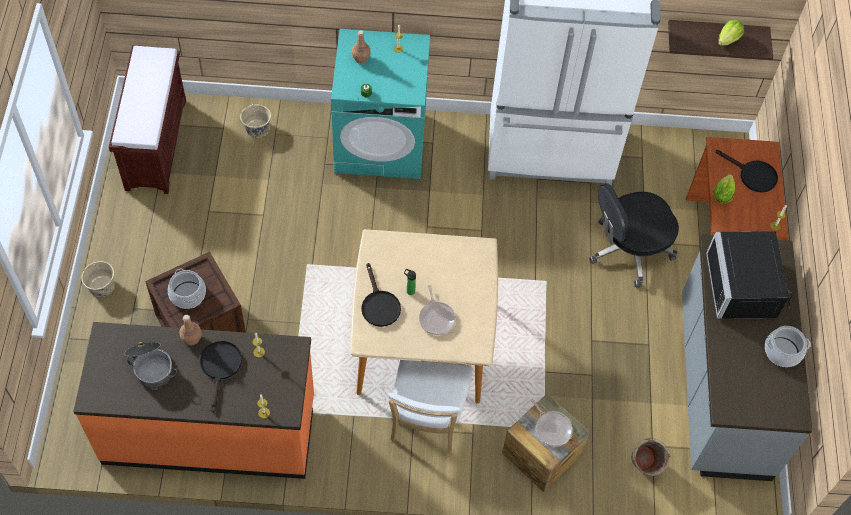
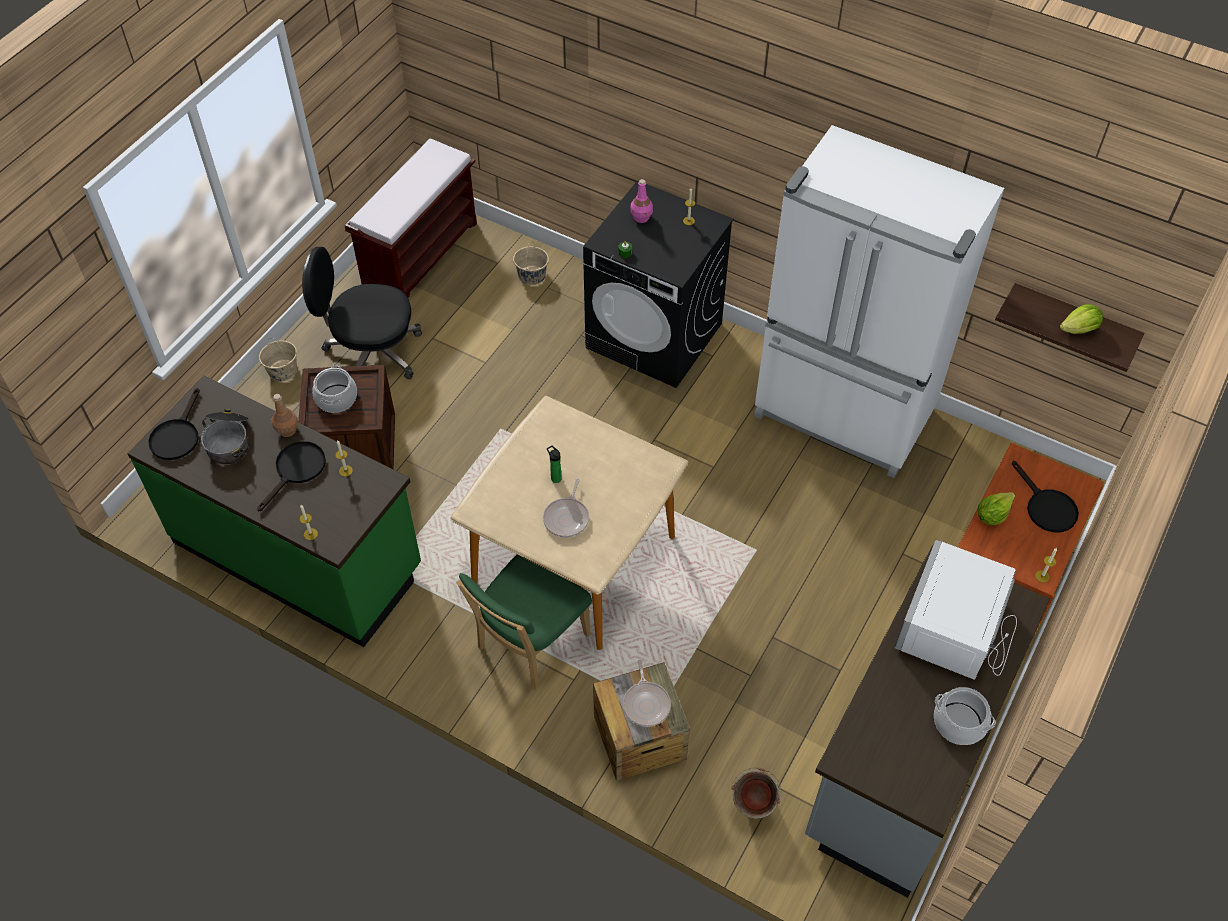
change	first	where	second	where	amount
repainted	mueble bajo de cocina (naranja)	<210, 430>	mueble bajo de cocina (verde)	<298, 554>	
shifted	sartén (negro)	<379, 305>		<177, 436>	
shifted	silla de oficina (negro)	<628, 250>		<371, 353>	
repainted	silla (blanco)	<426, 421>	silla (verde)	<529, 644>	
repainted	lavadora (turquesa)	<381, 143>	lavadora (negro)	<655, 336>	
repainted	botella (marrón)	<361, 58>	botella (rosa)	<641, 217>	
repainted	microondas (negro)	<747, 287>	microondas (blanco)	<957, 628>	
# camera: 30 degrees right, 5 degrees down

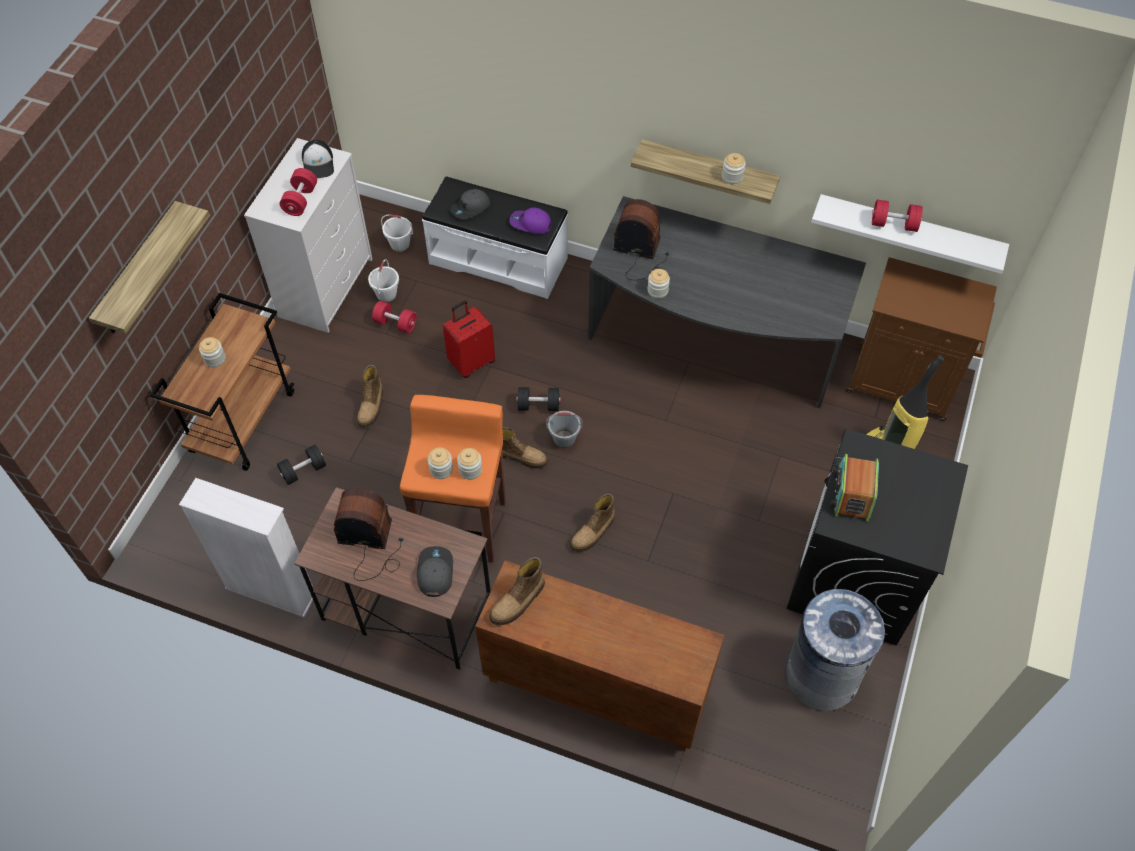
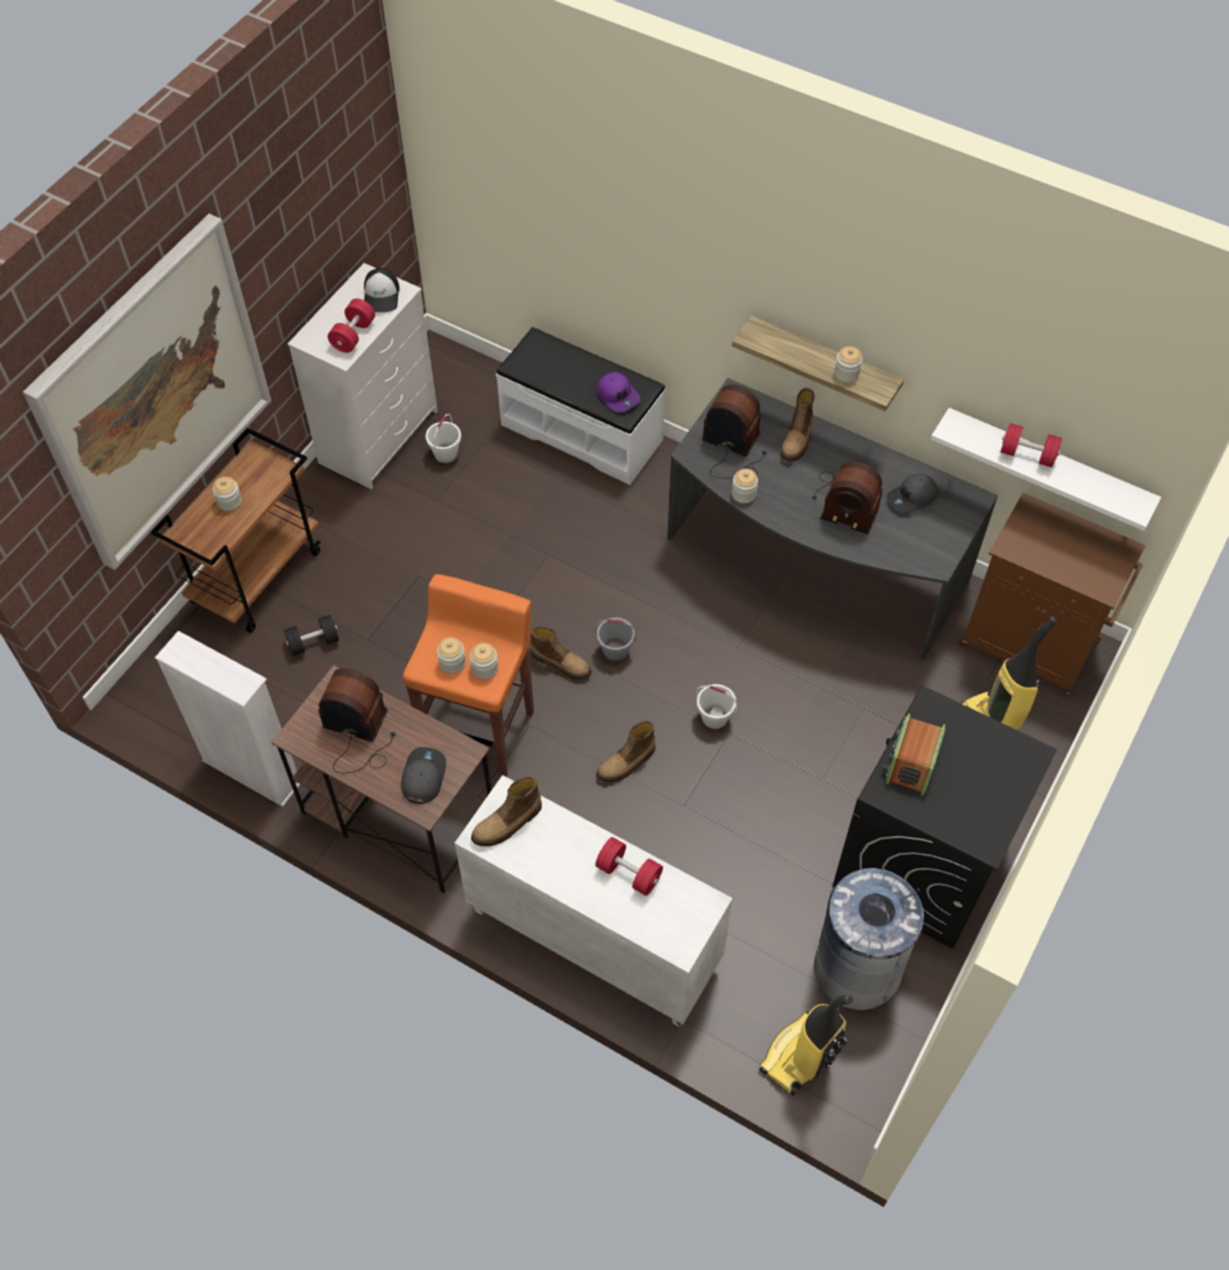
change	first	where	second	where	amount
swapped	estante	<139, 271>	cuadro	<154, 394>	
repainted	armario (marrón)	<594, 688>	armario (blanco)	<591, 939>	
shifted	mancuerna (rojo)	<395, 323>		<629, 873>	
rotated	gorra (morado)	<530, 224>		<618, 396>	150 degrees counterclockwise
shifted	cubo (blanco)	<400, 244>		<715, 717>	
new			aspiradora	<800, 1057>	
shifted	bota	<371, 407>		<797, 440>	
new			radio	<845, 502>	
shifted	gorra (gris)	<470, 208>		<912, 498>	
gone	maleta (rojo)	<471, 362>			
gone	mancuerna (negro)	<538, 405>			
# camera: 10 degrees right, 0 degrees up

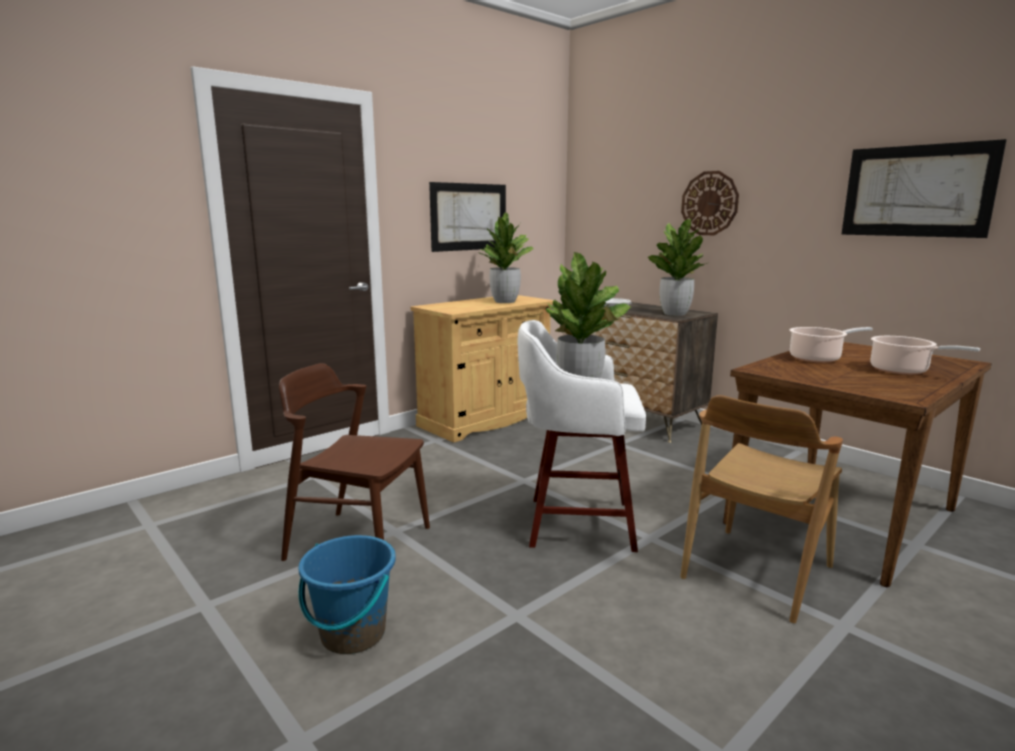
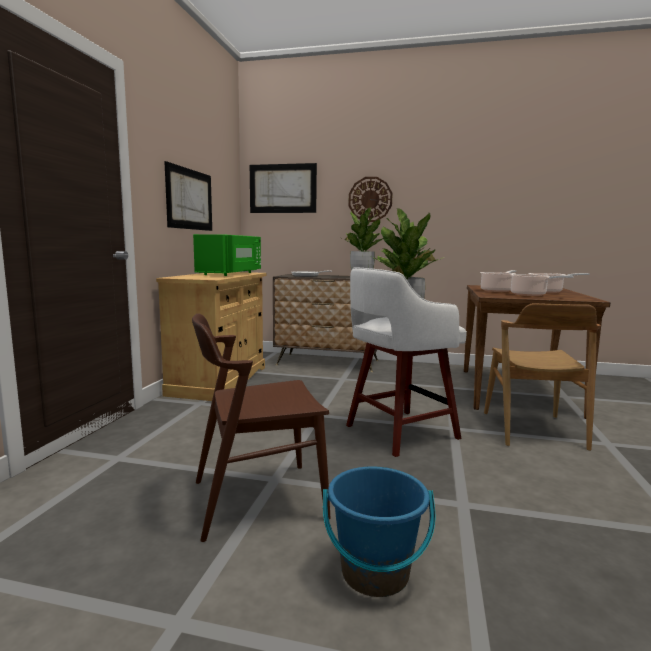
change	first	where	second	where	amount
swapped	planta en maceta	<505, 302>	microondas (verde)	<231, 274>	
shifted	cuadro	<916, 191>		<282, 188>	
new			olla	<530, 295>	
# camera: 35 degrees left, 5 degrees down

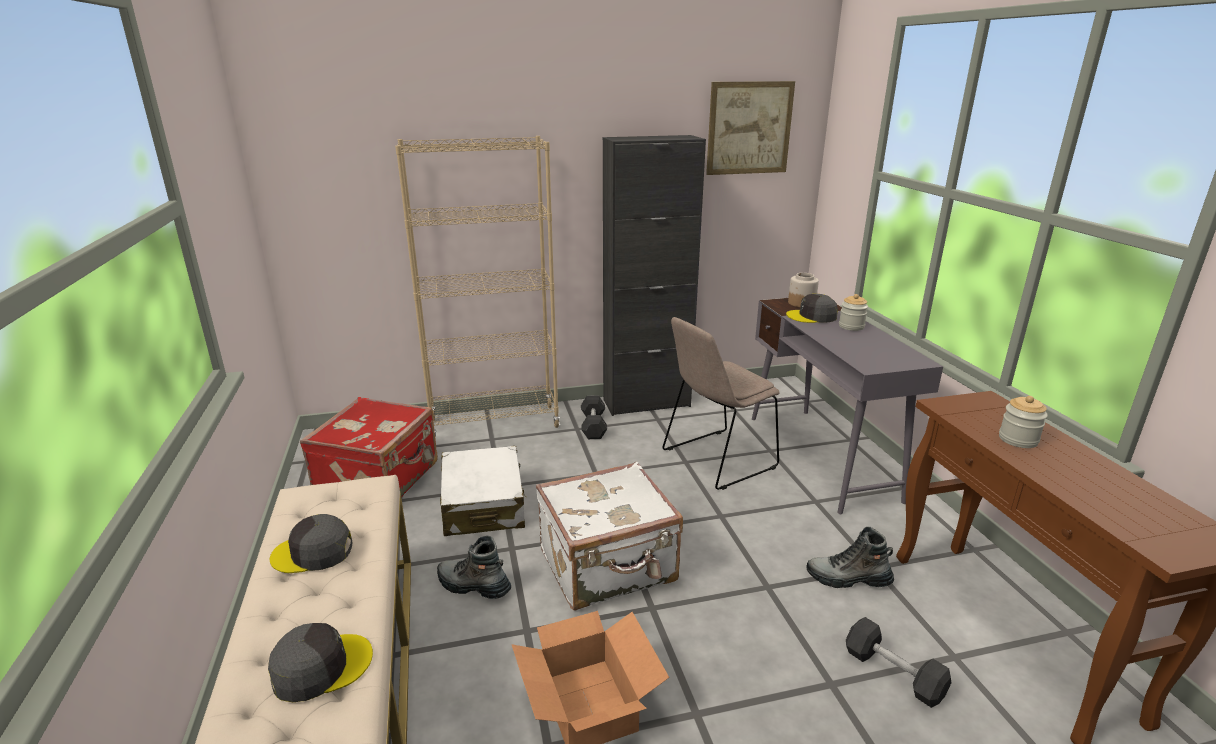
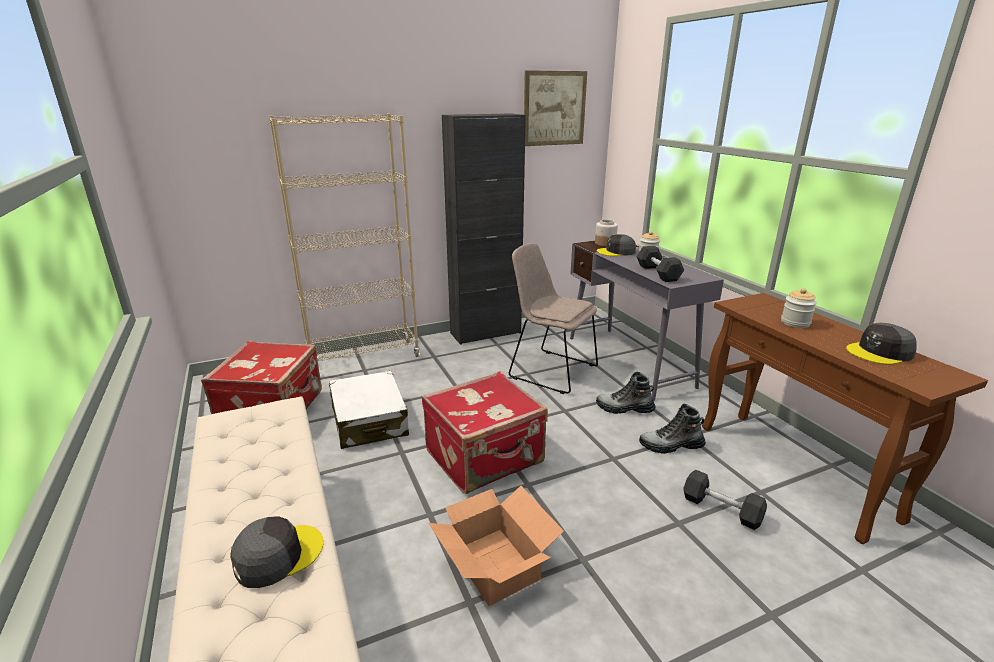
change	first	where	second	where	amount
repainted	maleta (blanco)	<608, 567>	maleta (rojo)	<485, 458>	
rotated	silla (beis)	<716, 460>		<550, 370>	75 degrees clockwise
shifted	bota	<473, 586>		<624, 409>	
shifted	mancuerna (gris)	<593, 426>		<658, 273>	
shifted	gorra (gris)	<313, 552>		<880, 352>	
# camera: 10 degrees left, 0 degrees up

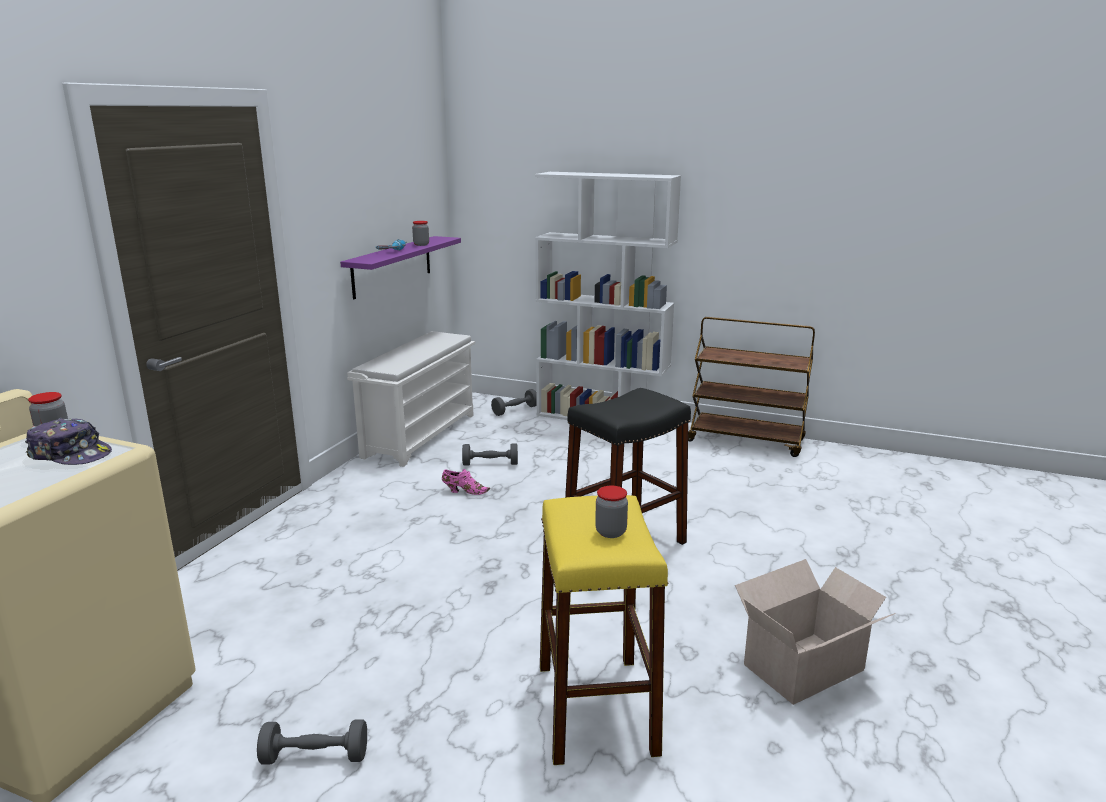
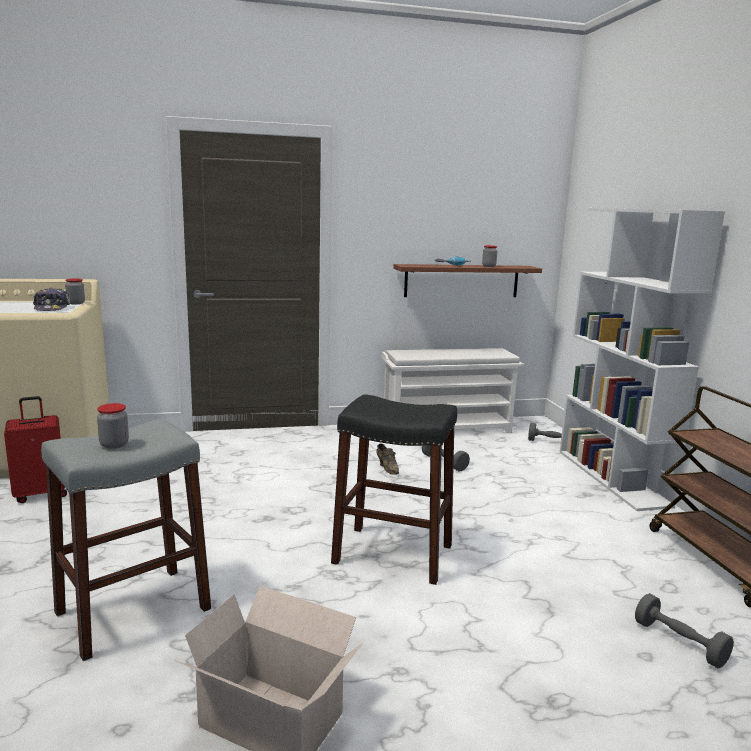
change	first	where	second	where	amount
new			maleta (rojo)	<41, 494>	
repainted	taburete (amarillo)	<596, 708>	taburete (gris)	<134, 610>	
repainted	zapato (rosa)	<464, 491>	zapato (marrón)	<387, 468>	
repainted	estante (morado)	<392, 266>	estante (marrón)	<462, 281>	
shifted	mancuerna (gris)	<315, 757>		<679, 643>	
# camera: 55 degrees right, 5 degrees down

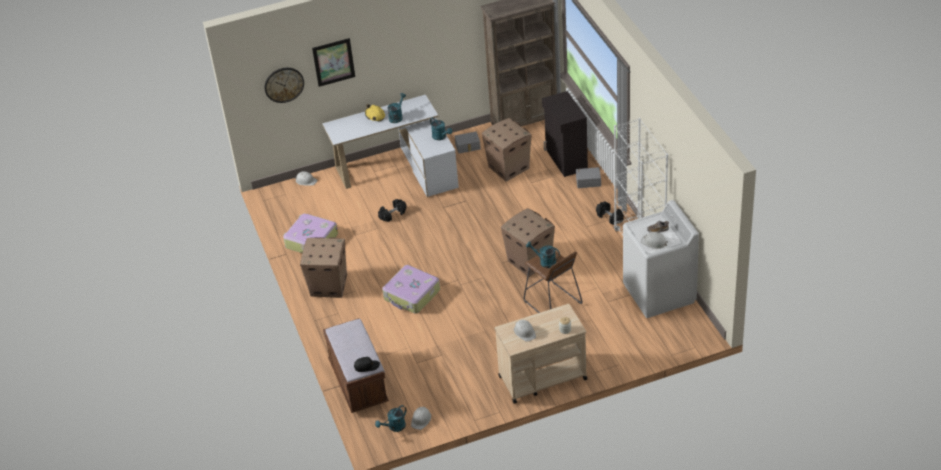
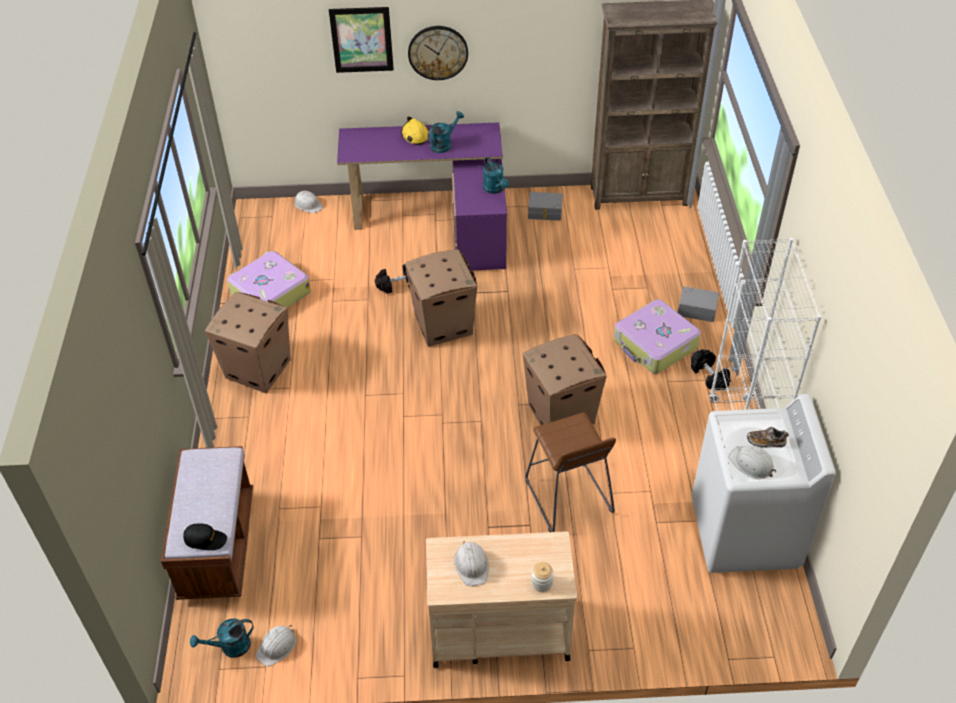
change	first	where	second	where	amount
repainted	escritorio (blanco)	<400, 168>	escritorio (morado)	<439, 220>	
shifted	caja de cartón	<508, 167>		<443, 324>	
shifted	reloj de pared	<284, 84>		<438, 52>	
shifted	maleta	<412, 295>		<655, 345>	
gone	regadera (turquesa)	<545, 262>			
gone	armario (negro)	<565, 160>			
# camera: 15 degrees right, 5 degrees up

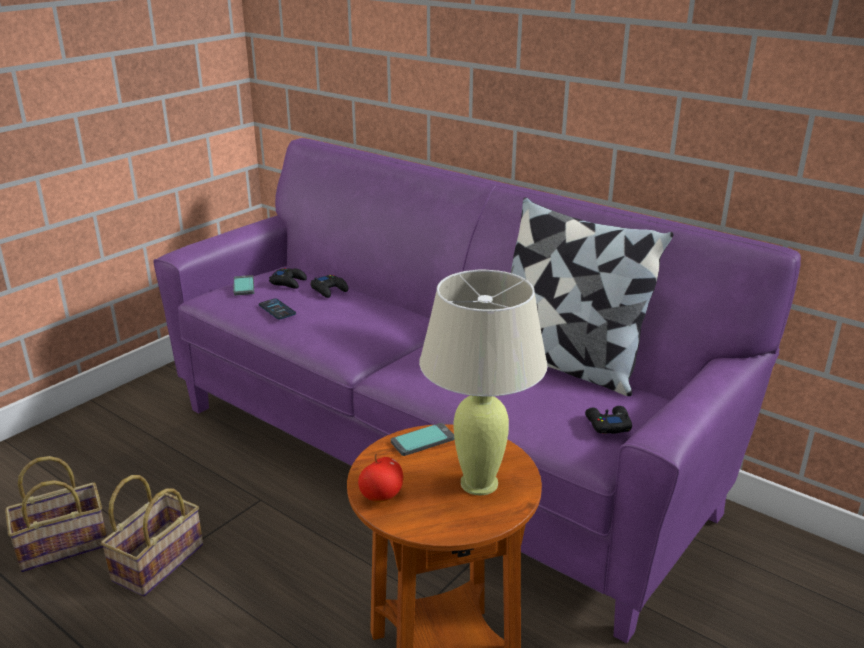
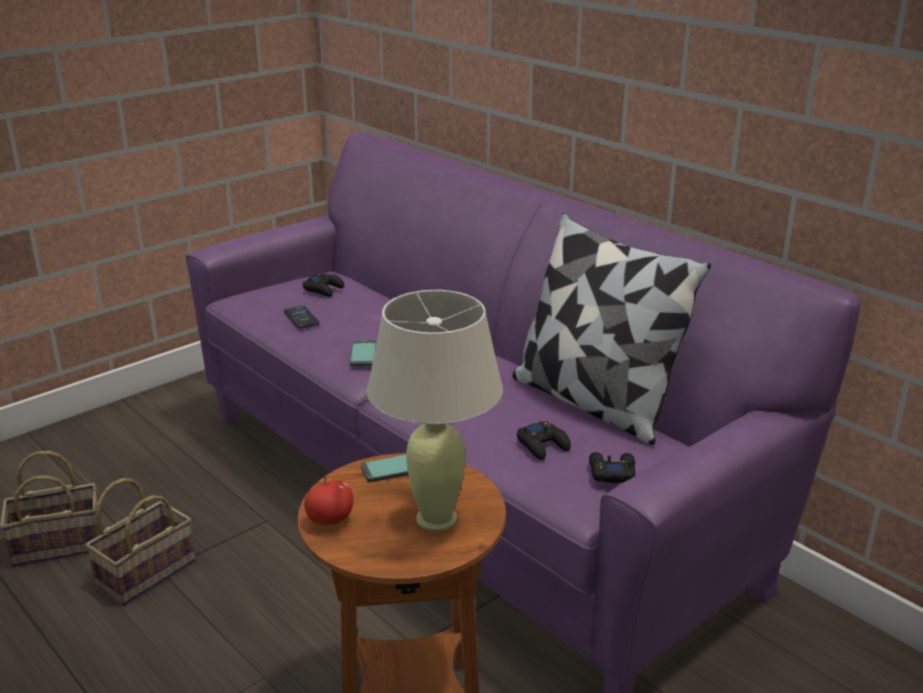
change	first	where	second	where	amount
shifted	móvil	<243, 286>		<363, 354>	
shifted	mando de consola (negro)	<329, 290>		<543, 445>	
# camera: 10 degrees right, 0 degrees up

